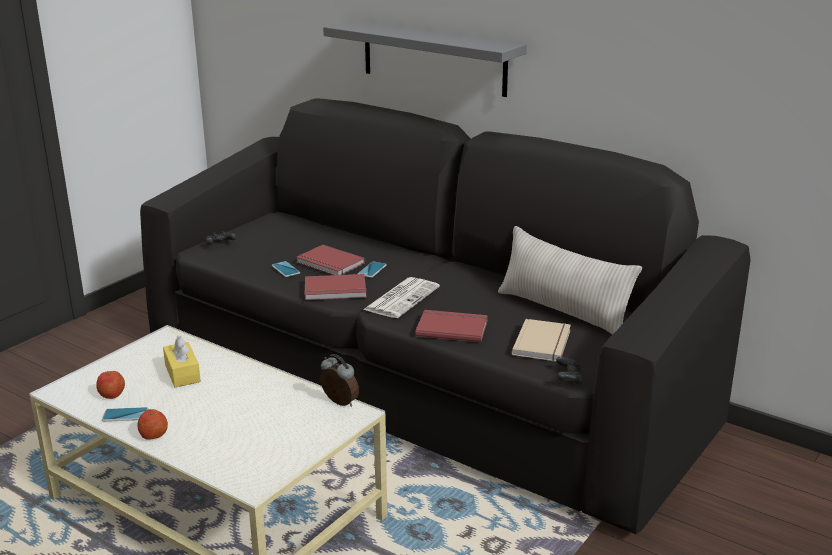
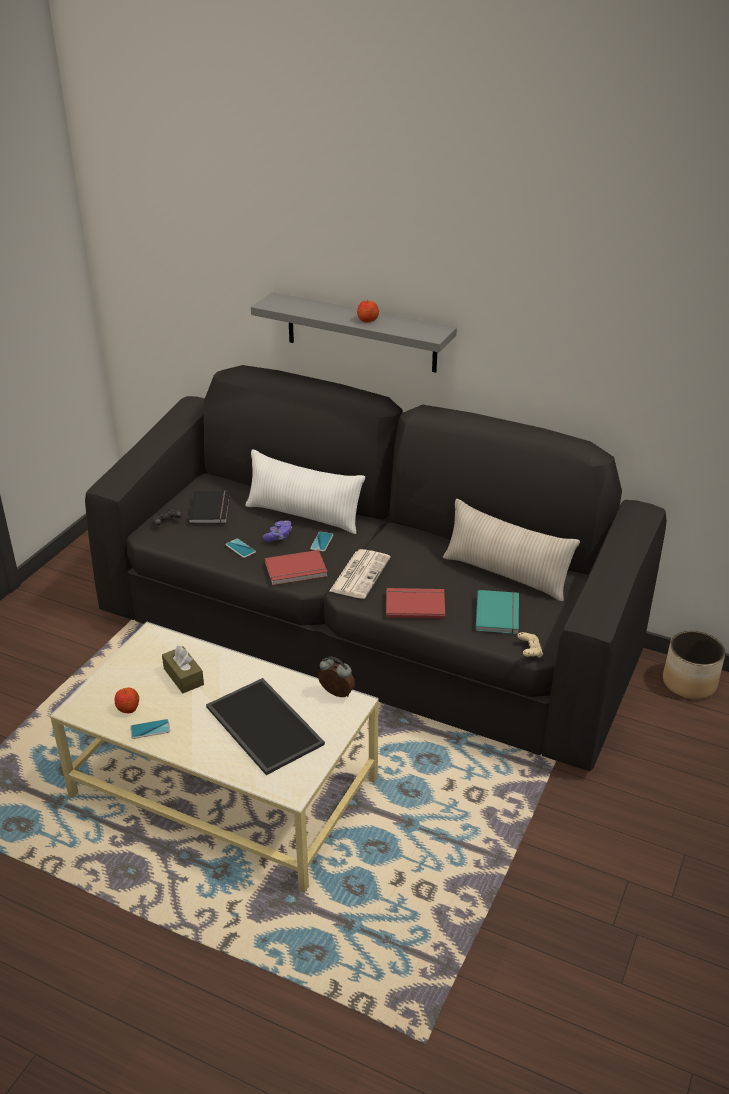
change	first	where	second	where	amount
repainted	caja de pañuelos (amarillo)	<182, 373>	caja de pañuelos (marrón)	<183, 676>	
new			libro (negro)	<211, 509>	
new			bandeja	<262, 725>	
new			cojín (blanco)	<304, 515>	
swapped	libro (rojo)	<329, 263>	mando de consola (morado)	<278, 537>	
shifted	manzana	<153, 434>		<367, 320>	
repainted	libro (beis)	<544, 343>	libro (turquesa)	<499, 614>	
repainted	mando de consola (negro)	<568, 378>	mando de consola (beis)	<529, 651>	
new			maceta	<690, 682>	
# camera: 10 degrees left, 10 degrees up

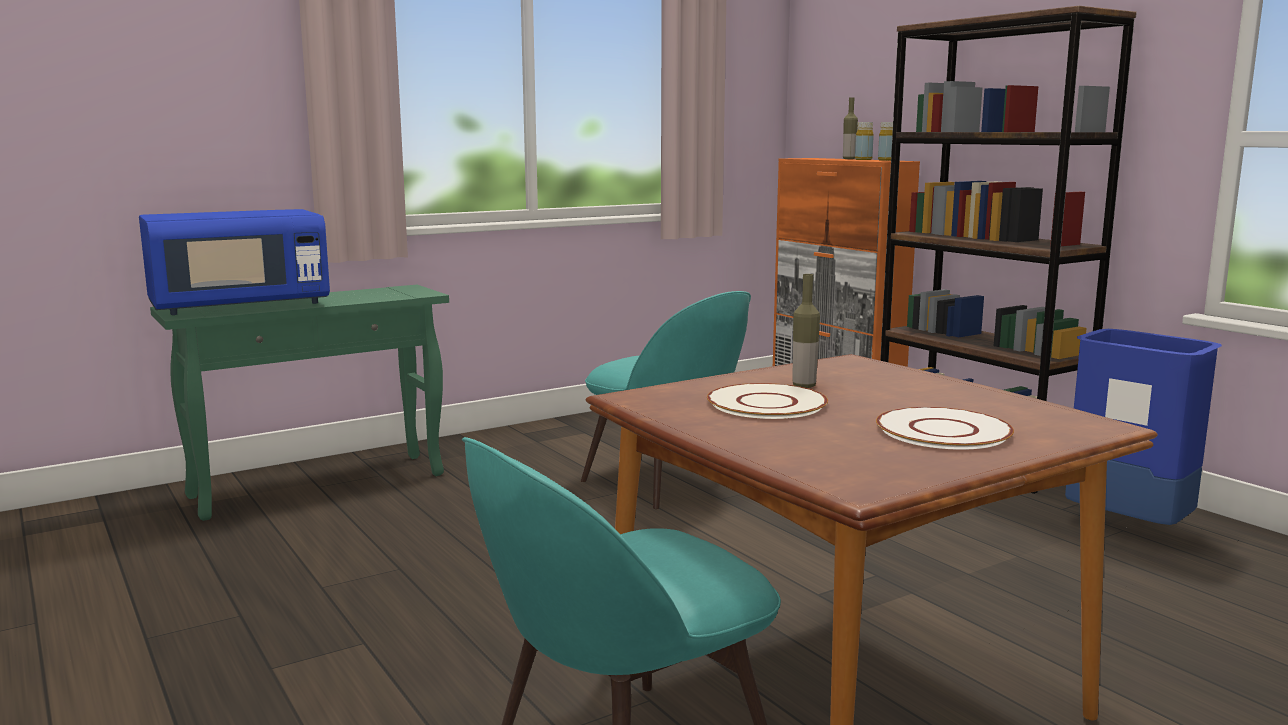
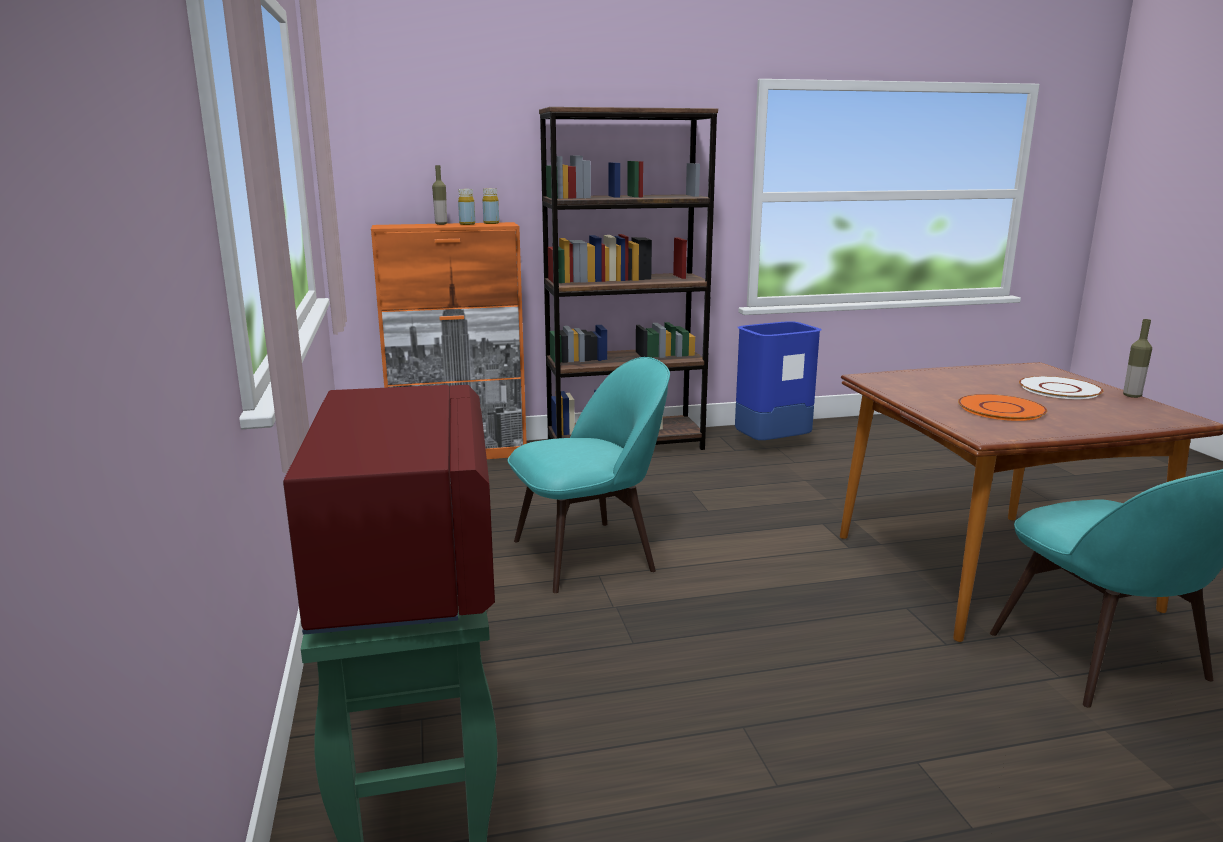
change	first	where	second	where	amount
repainted	microondas (azul)	<240, 306>	microondas (rojo)	<405, 568>	
repainted	plato (blanco)	<766, 404>	plato (naranja)	<1001, 409>	
shifted	botella	<804, 386>		<1132, 396>	
# camera: 70 degrees left, 5 degrees up

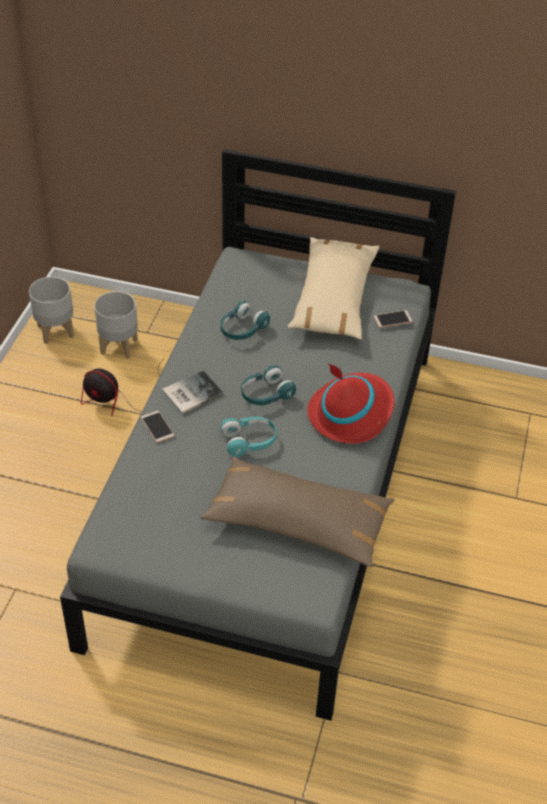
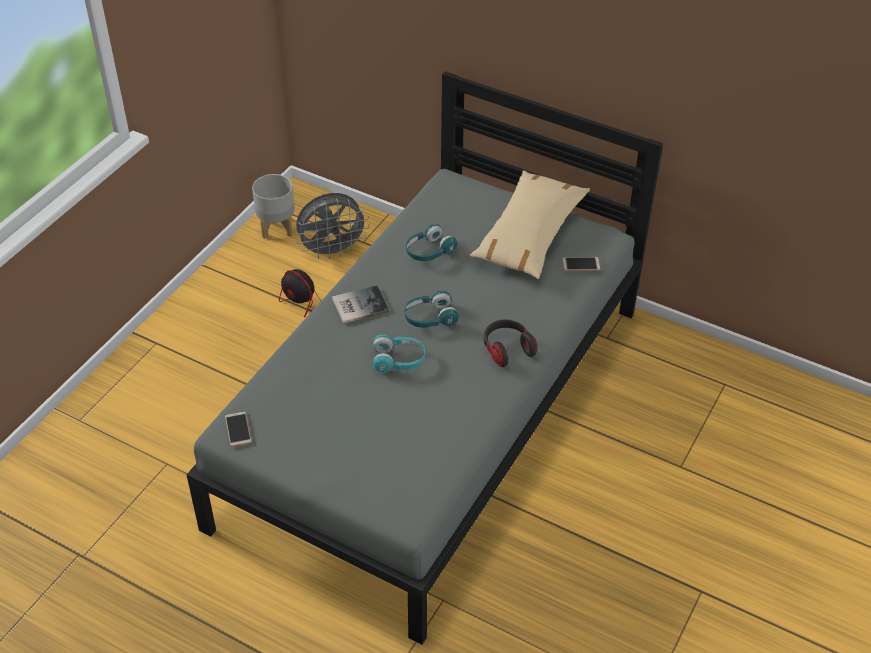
change	first	where	second	where	amount
shifted	móvil	<157, 427>		<238, 429>	
swapped	maceta (gris)	<119, 346>	ventilador (gris)	<332, 251>	
swapped	sombrero (rojo)	<351, 412>	auriculares	<507, 349>	
gone	cojín (marrón)	<298, 521>			
# camera: 15 degrees right, 0 degrees up

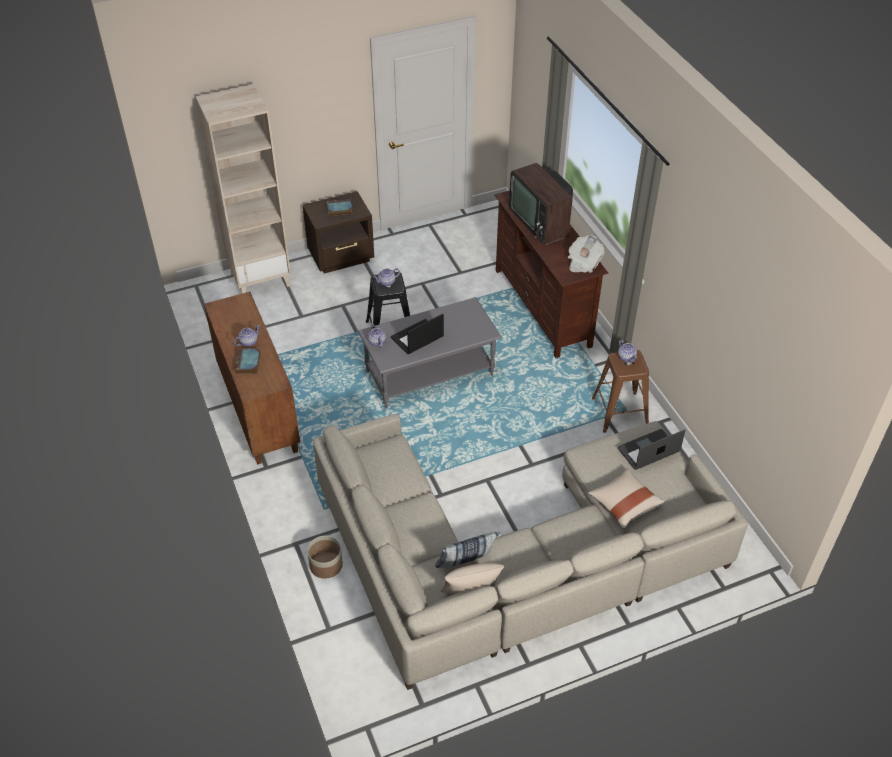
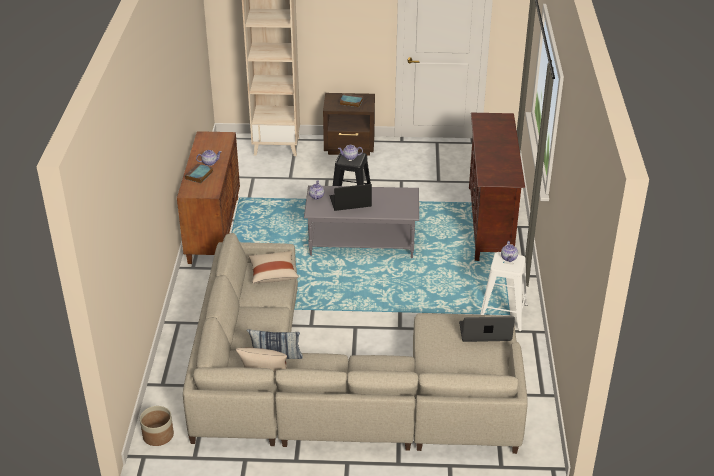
change	first	where	second	where	amount
shifted	maceta	<326, 565>		<158, 435>	
shifted	cojín (beis)	<624, 504>		<273, 274>	
repainted	taburete (marrón)	<620, 411>	taburete (blanco)	<503, 314>	
gone	televisor	<541, 220>			
gone	periódico	<583, 262>			
# camera: 25 degrees right, 10 degrees down

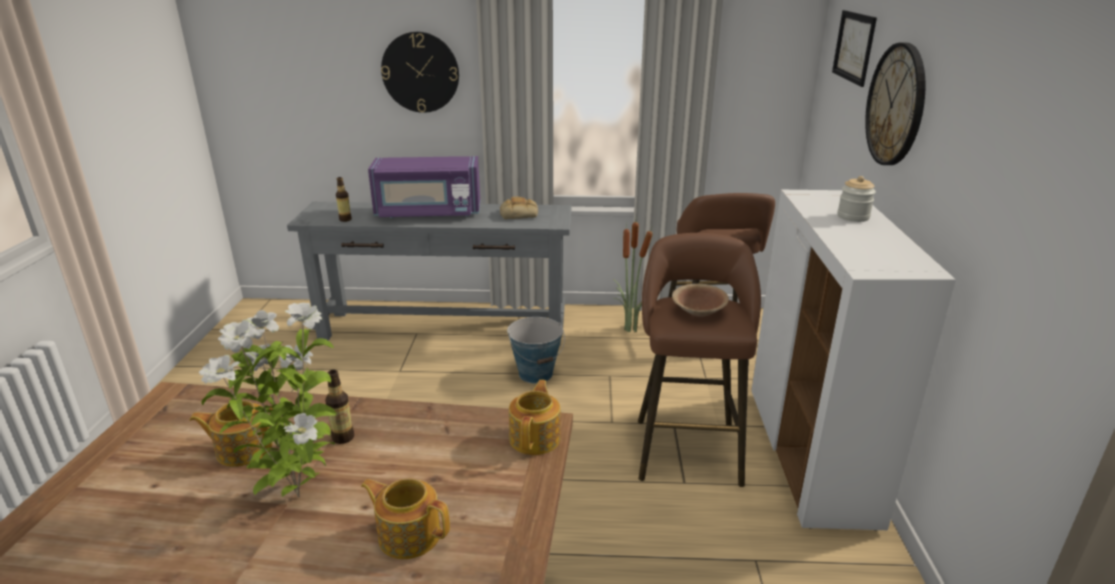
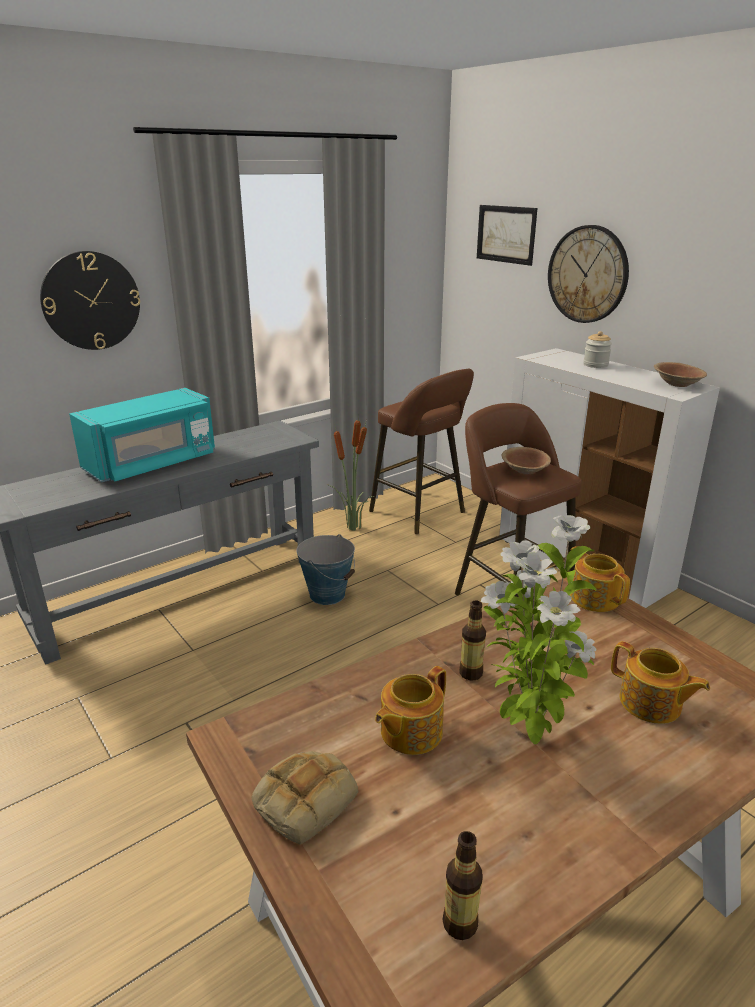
change	first	where	second	where	amount
repainted	microondas (morado)	<428, 213>	microondas (turquesa)	<152, 464>	
shifted	pan	<519, 214>		<305, 798>	
shifted	botella	<345, 219>		<460, 924>	
rotated	tetera	<409, 534>		<651, 704>	120 degrees counterclockwise
new			cuenco (marrón)	<677, 384>	
# camera: 40 degrees left, 0 degrees up

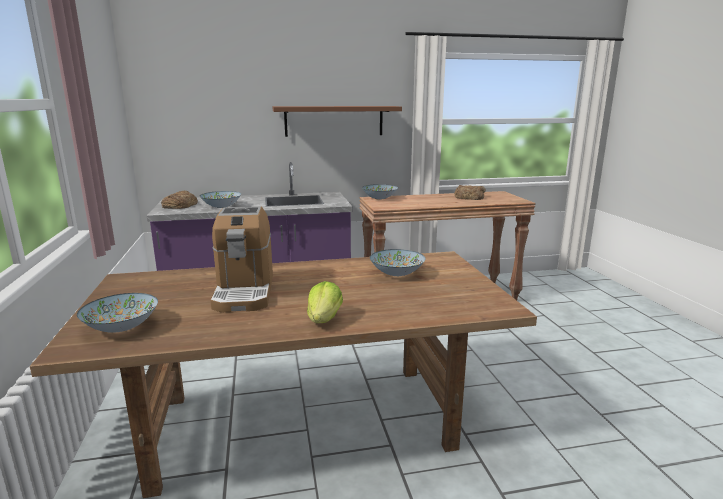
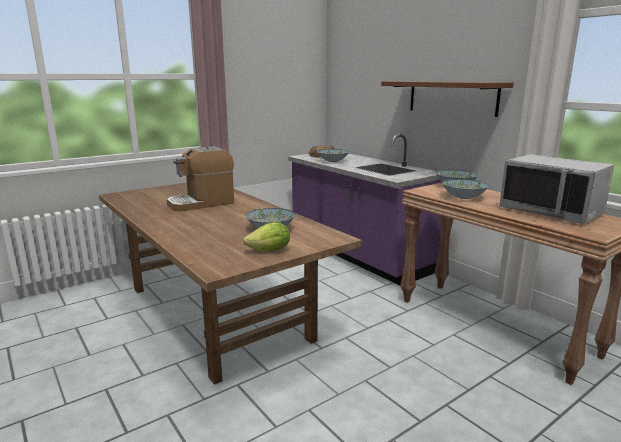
change	first	where	second	where	amount
shifted	lechuga	<324, 319>		<270, 251>	
shifted	cuenco	<121, 327>		<463, 197>	
swapped	pan	<469, 197>	microondas (gris)	<551, 211>	
# camera: 65 degrees right, 0 degrees up

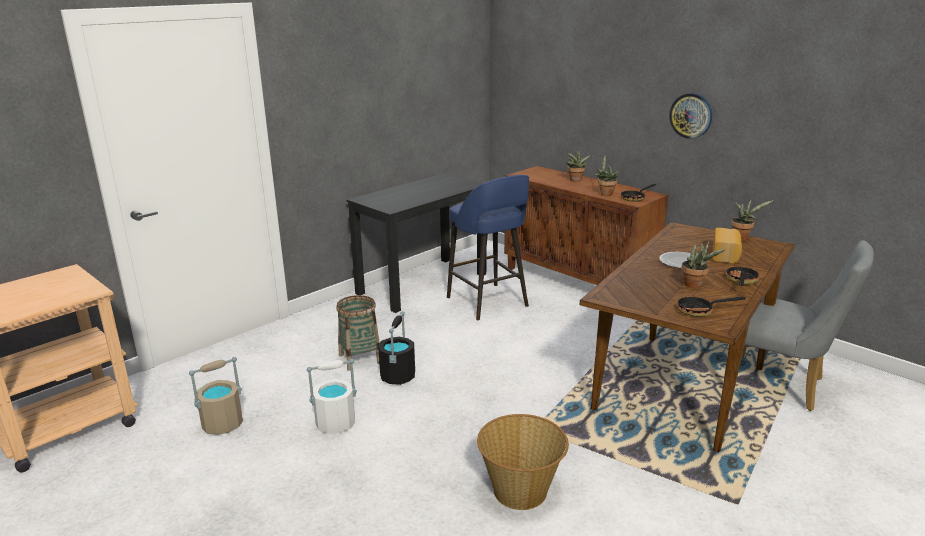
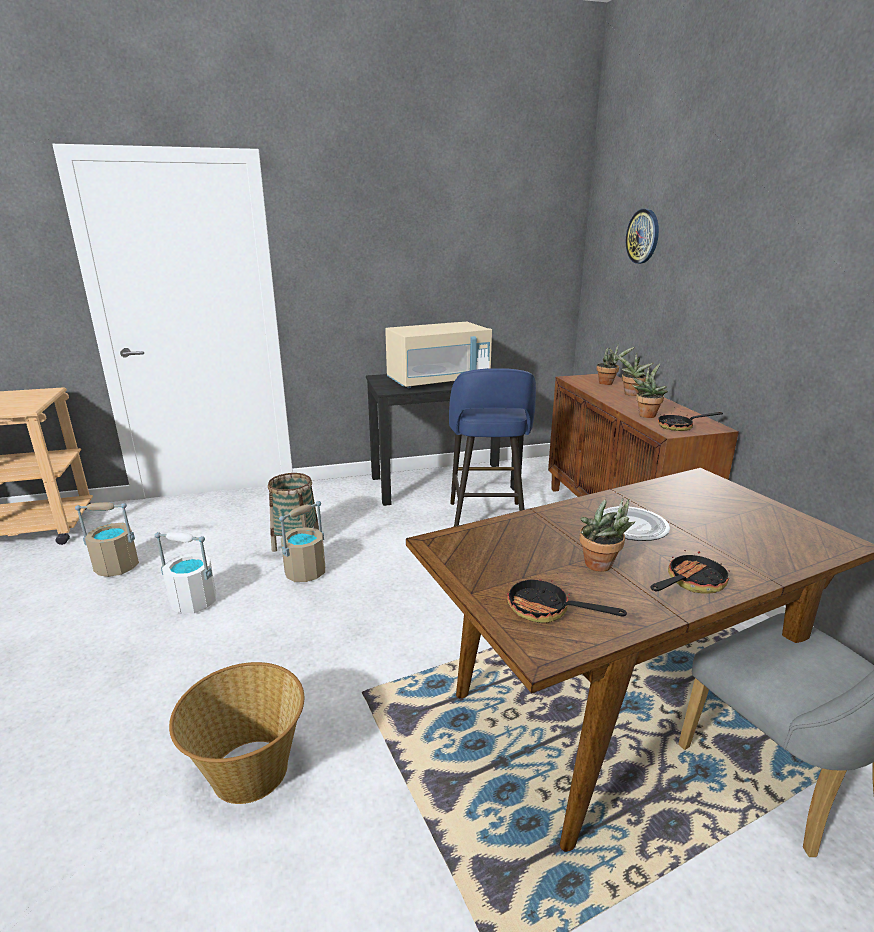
change	first	where	second	where	amount
repainted	cubo (negro)	<397, 376>	cubo (beis)	<305, 572>	
new			microondas (beis)	<438, 381>	
shifted	planta en maceta	<741, 237>		<608, 383>	
shifted	reloj de pared	<691, 115>		<643, 236>	
gone	pan	<726, 255>			
# camera: 30 degrees right, 0 degrees up

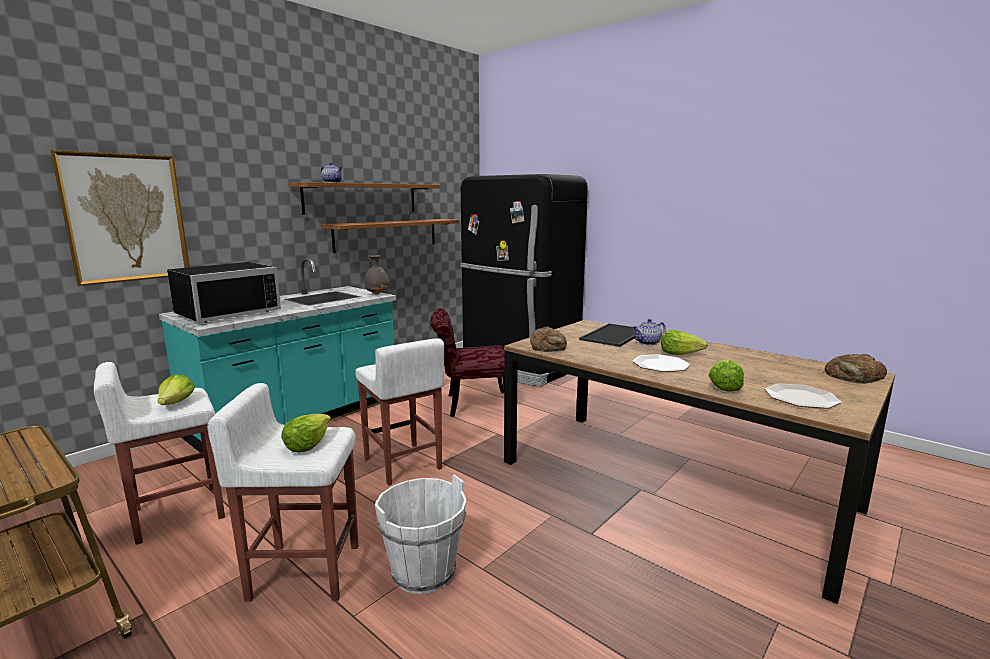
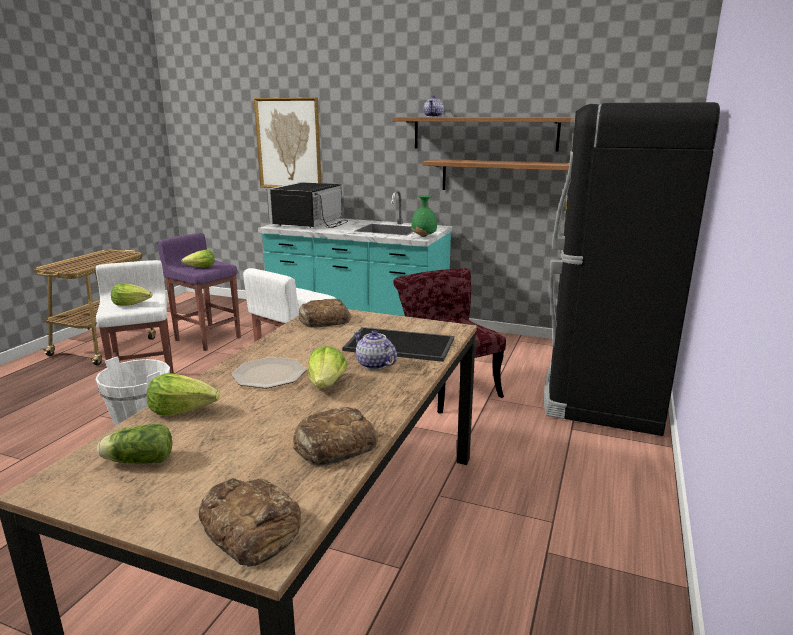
change	first	where	second	where	amount
swapped	plato	<801, 397>	lechuga	<137, 461>	
repainted	taburete (blanco)	<176, 514>	taburete (morado)	<207, 338>	
rotated	microondas (negro)	<226, 312>		<311, 223>	90 degrees clockwise
new			pan	<333, 445>	
repainted	florero (gris)	<378, 294>	florero (verde)	<424, 236>	
# camera: 70 degrees right, 5 degrees up

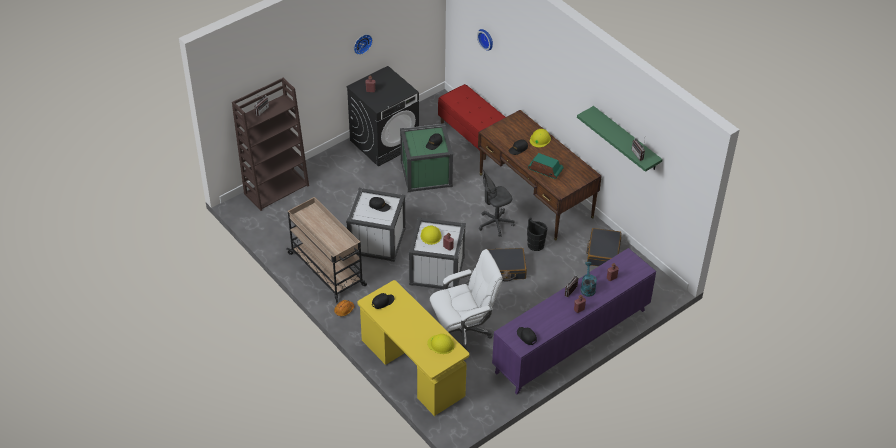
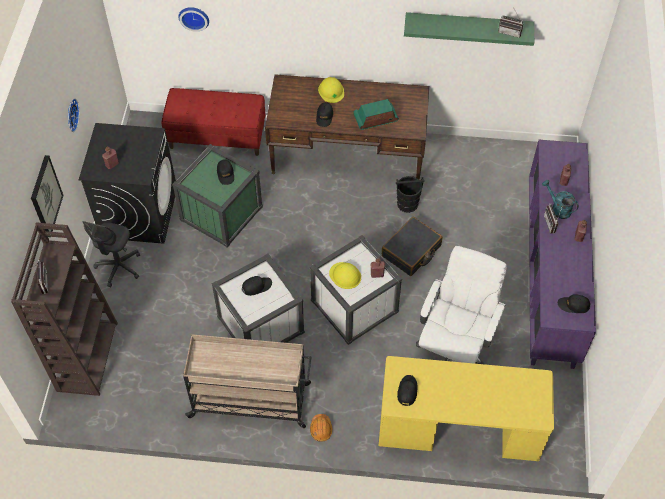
change	first	where	second	where	amount
new			cuadro	<45, 196>	
shifted	silla de oficina (gris)	<495, 224>		<119, 267>	
gone	casco (amarillo)	<441, 344>			
gone	maleta (negro)	<603, 253>			
# camera: 45 degrees left, 10 degrees up

